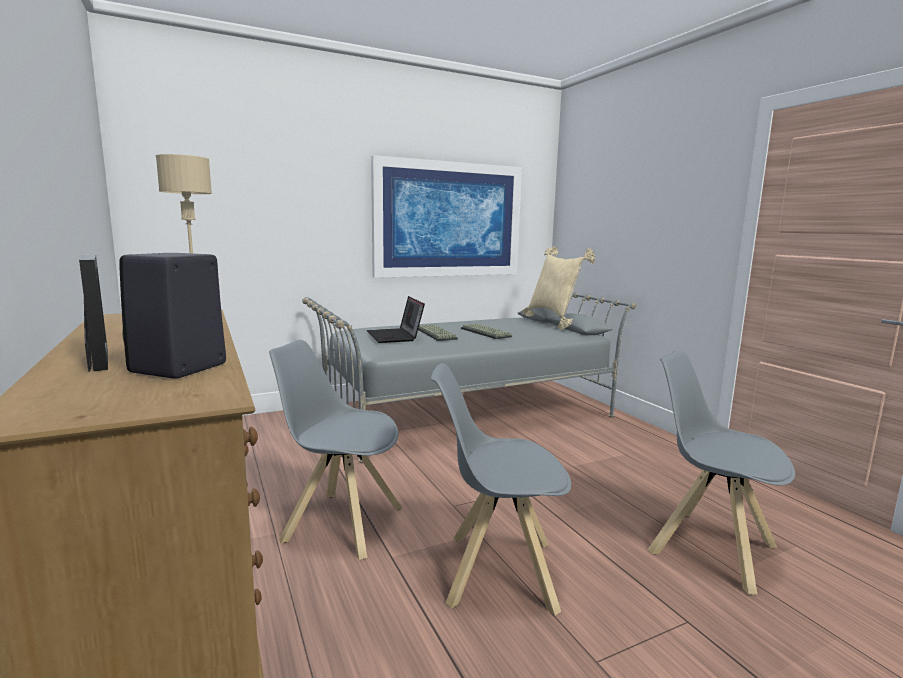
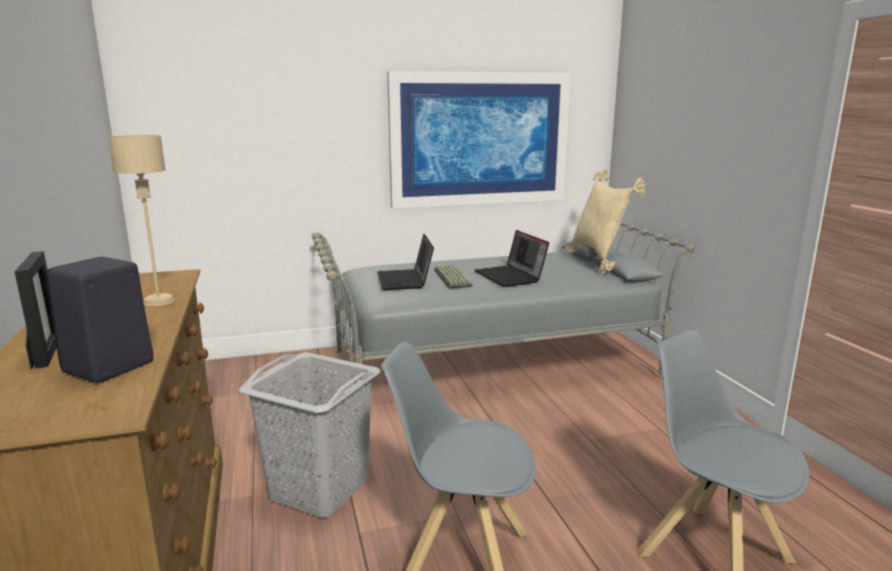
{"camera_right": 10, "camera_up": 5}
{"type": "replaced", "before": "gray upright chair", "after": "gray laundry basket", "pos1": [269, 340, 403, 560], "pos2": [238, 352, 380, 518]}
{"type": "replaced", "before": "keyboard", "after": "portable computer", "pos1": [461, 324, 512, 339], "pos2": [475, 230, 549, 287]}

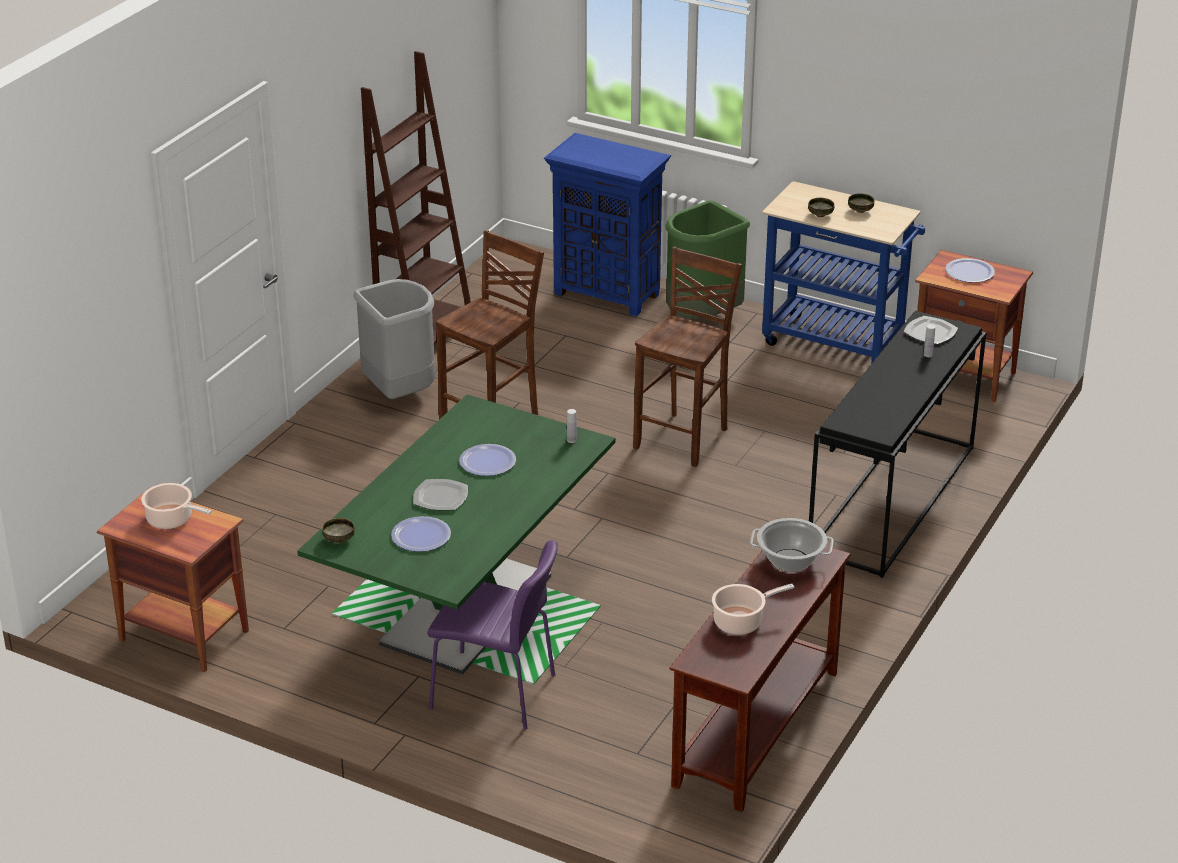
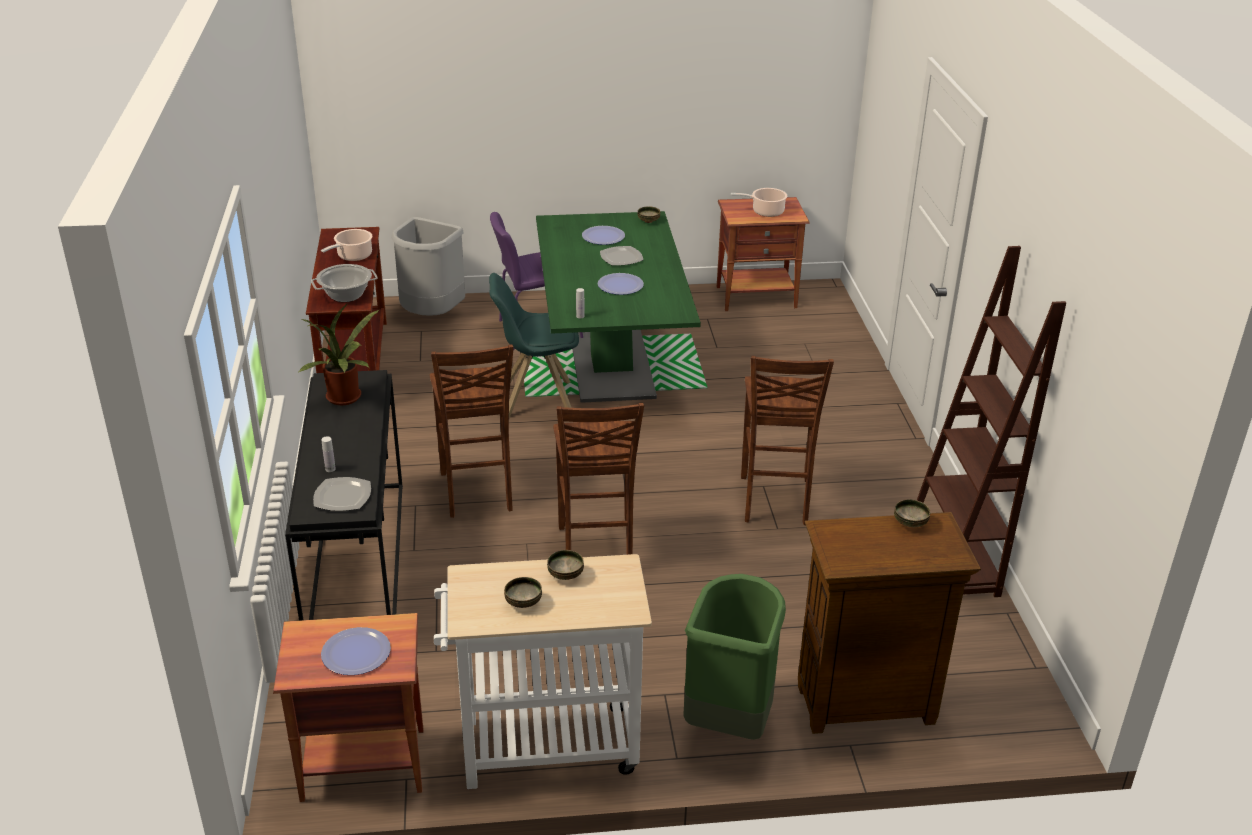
{"camera_right": 145, "camera_up": 0}
{"type": "added", "after": "plant in a pot", "pos2": [298, 303, 379, 405]}
{"type": "moved", "before": "gray trash can", "pos1": [354, 279, 435, 399], "pos2": [391, 217, 465, 315]}
{"type": "added", "after": "brown stool seat", "pos2": [430, 344, 514, 518]}
{"type": "recoloured", "before": "bluish wheeled cart", "after": "white wheeled cart", "pos1": [762, 181, 925, 364], "pos2": [434, 554, 652, 789]}
{"type": "added", "after": "turquoise upright chair", "pos2": [489, 273, 579, 417]}
{"type": "recoloured", "before": "bluish storage cabinet", "after": "brown storage cabinet", "pos1": [544, 133, 671, 316], "pos2": [798, 512, 981, 734]}
{"type": "added", "after": "bowl", "pos2": [894, 499, 930, 527]}

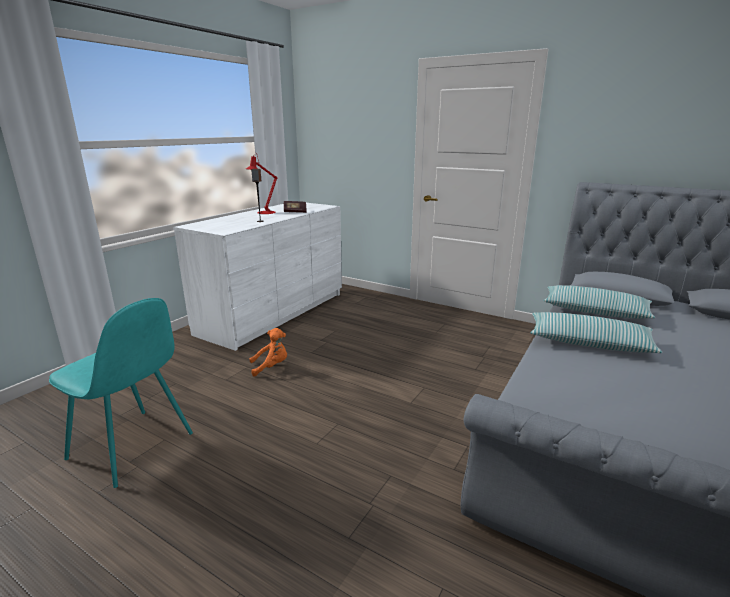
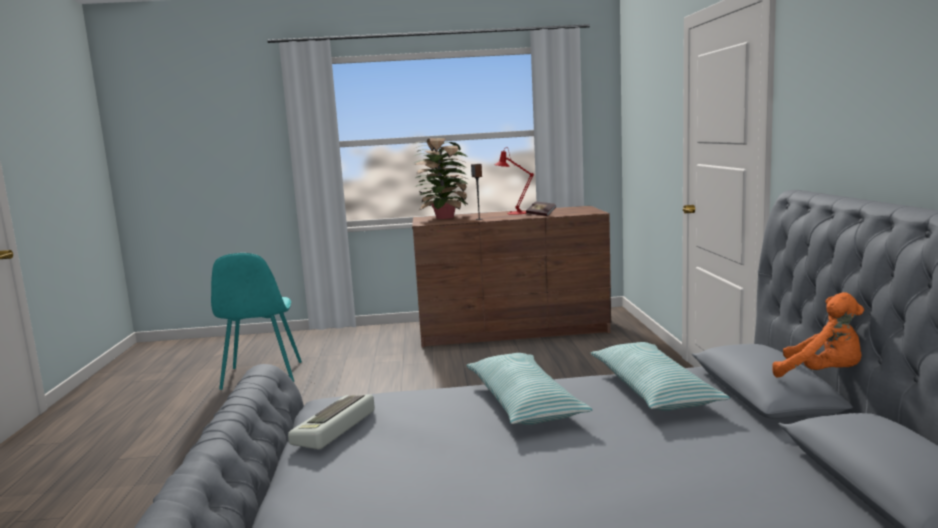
{"camera_right": 55, "camera_up": -10}
{"type": "added", "after": "keyboard", "pos2": [288, 394, 375, 450]}
{"type": "recoloured", "before": "white chest of drawers", "after": "brown chest of drawers", "pos1": [173, 203, 342, 351], "pos2": [412, 206, 611, 347]}
{"type": "added", "after": "plant in a pot", "pos2": [414, 138, 469, 219]}
{"type": "moved", "before": "orangey cuddly toy", "pos1": [249, 328, 287, 376], "pos2": [772, 292, 864, 377]}

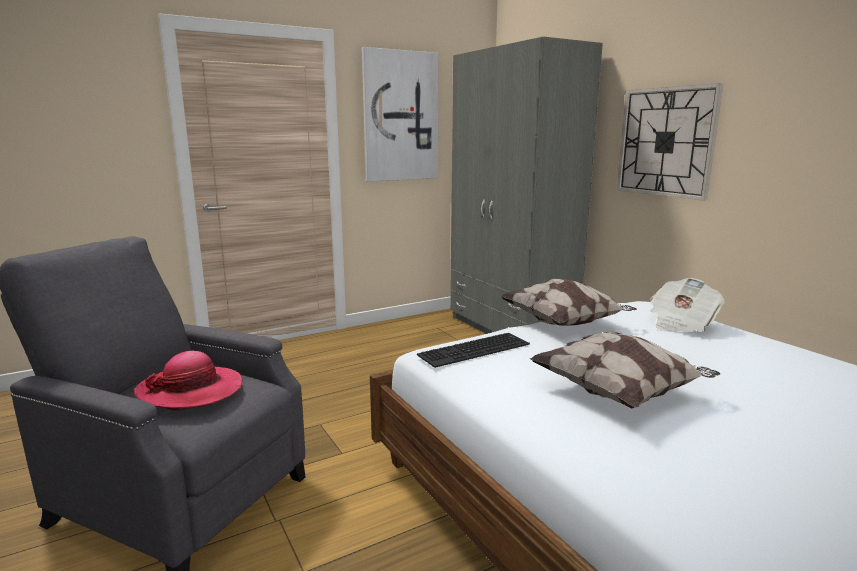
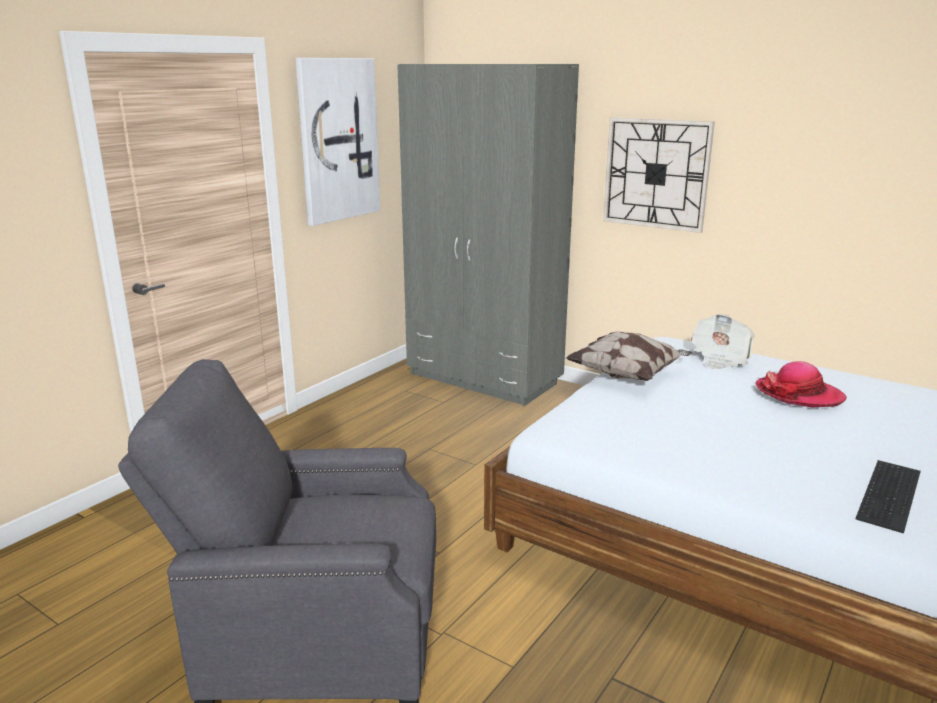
{"camera_right": -25, "camera_up": 5}
{"type": "moved", "before": "clothing hat", "pos1": [133, 351, 242, 411], "pos2": [756, 361, 847, 408]}
{"type": "moved", "before": "keyboard", "pos1": [417, 333, 530, 368], "pos2": [856, 460, 921, 534]}
{"type": "removed", "before": "cushion", "pos1": [530, 331, 720, 409]}

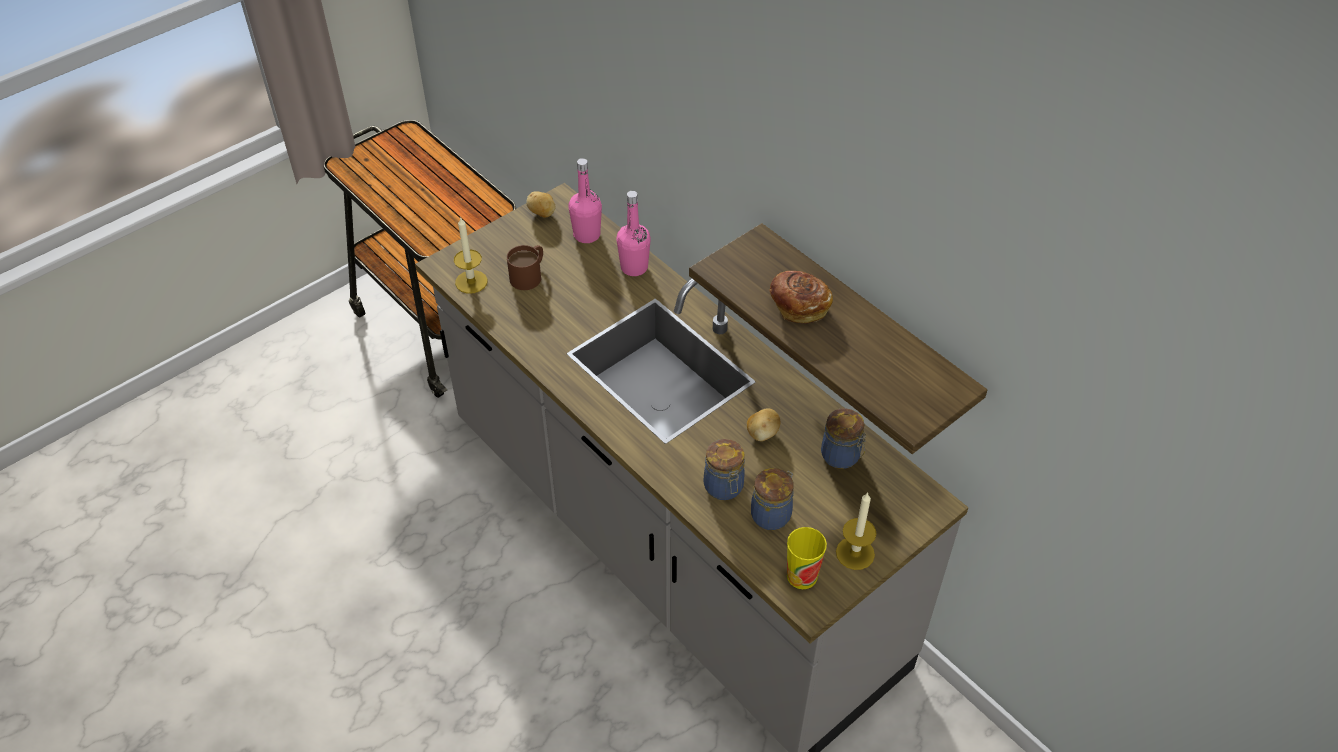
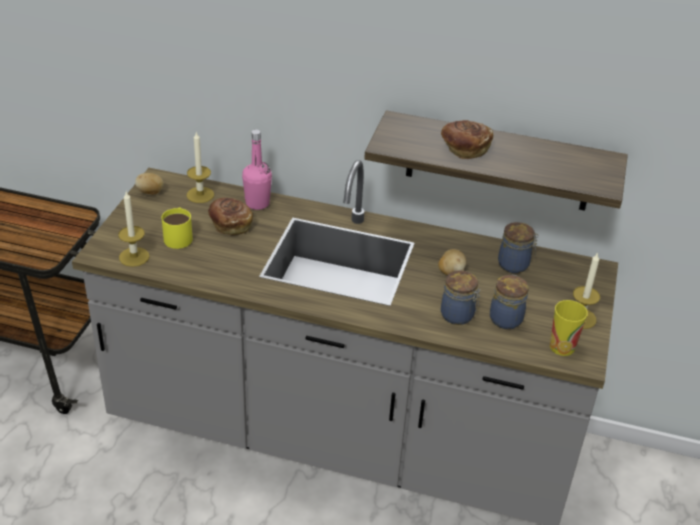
{"camera_right": -35, "camera_up": -10}
{"type": "recoloured", "before": "brown coffee mug", "after": "yellow coffee mug", "pos1": [507, 245, 543, 290], "pos2": [161, 207, 193, 249]}
{"type": "replaced", "before": "pink-coloured drink bottle", "after": "wax light", "pos1": [569, 158, 602, 243], "pos2": [187, 132, 214, 203]}
{"type": "added", "after": "baked bread", "pos2": [208, 198, 253, 235]}

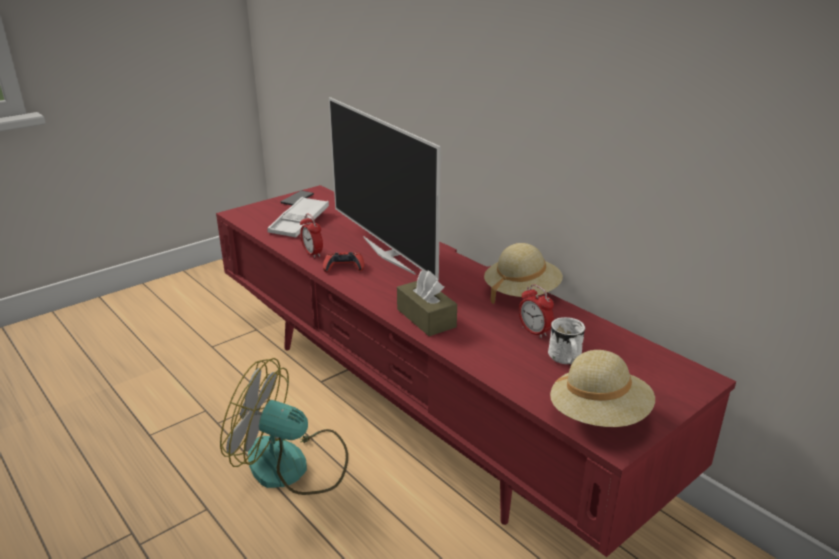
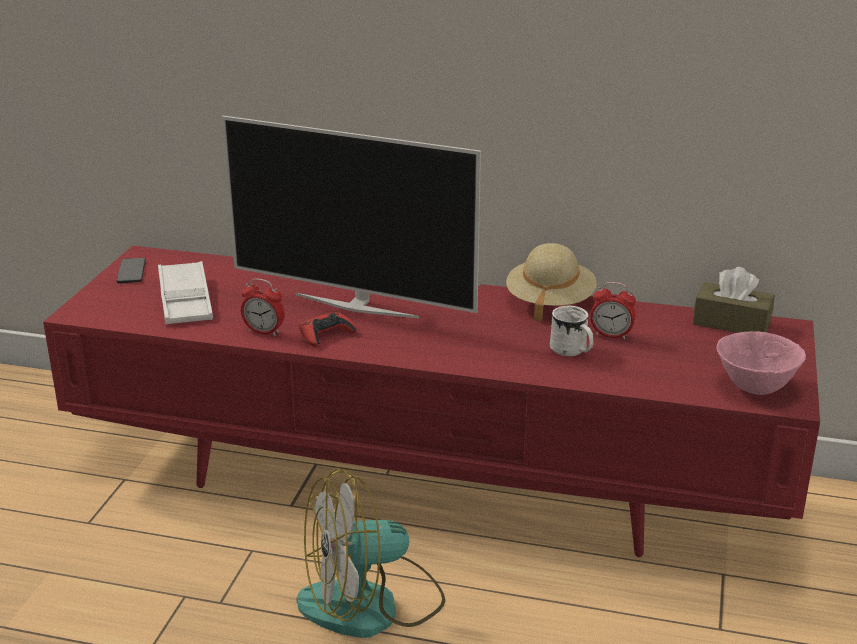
{"camera_right": -35, "camera_up": 0}
{"type": "moved", "before": "white coffee mug", "pos1": [548, 317, 585, 364], "pos2": [550, 306, 593, 356]}
{"type": "moved", "before": "brown box of tissues", "pos1": [397, 271, 457, 336], "pos2": [693, 267, 775, 333]}
{"type": "replaced", "before": "beige-coloured clothing hat", "after": "pink-coloured bowl", "pos1": [550, 350, 655, 427], "pos2": [717, 331, 806, 395]}

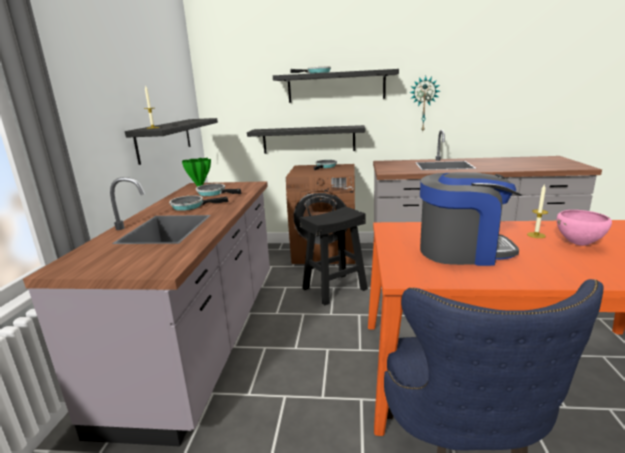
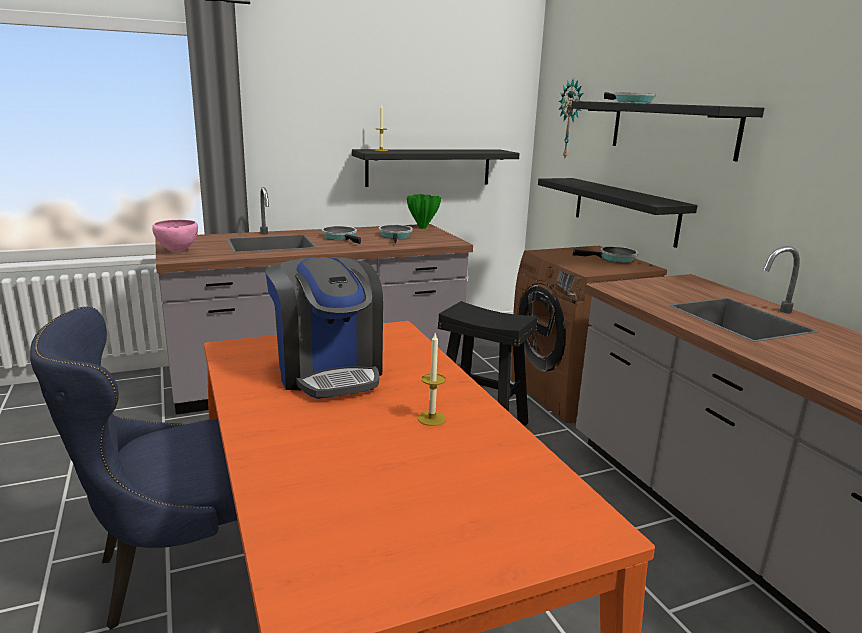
{"camera_right": 60, "camera_up": 0}
{"type": "moved", "before": "pink-coloured bowl", "pos1": [557, 210, 612, 246], "pos2": [152, 220, 198, 252]}
{"type": "moved", "before": "wall clock", "pos1": [409, 76, 440, 131], "pos2": [559, 80, 583, 160]}

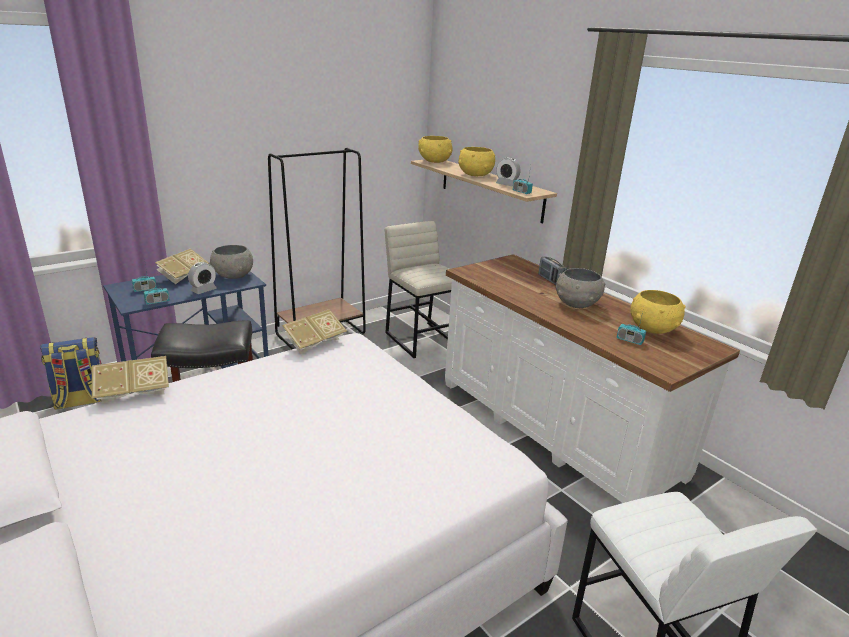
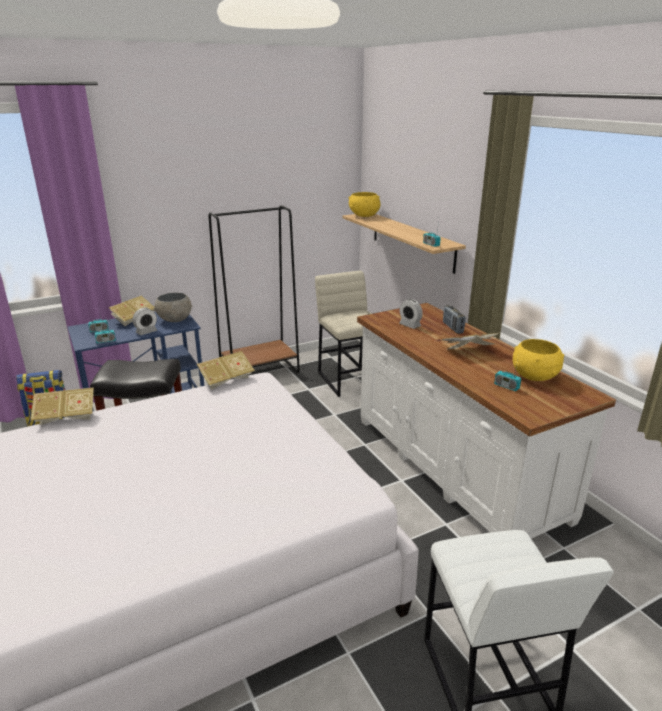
{"camera_right": 10, "camera_up": 0}
{"type": "moved", "before": "bedside clock", "pos1": [496, 157, 520, 186], "pos2": [399, 299, 423, 329]}
{"type": "replaced", "before": "gray bowl", "after": "volume", "pos1": [556, 268, 605, 308], "pos2": [441, 333, 499, 349]}
{"type": "removed", "before": "yellow bowl", "pos1": [458, 147, 495, 176]}

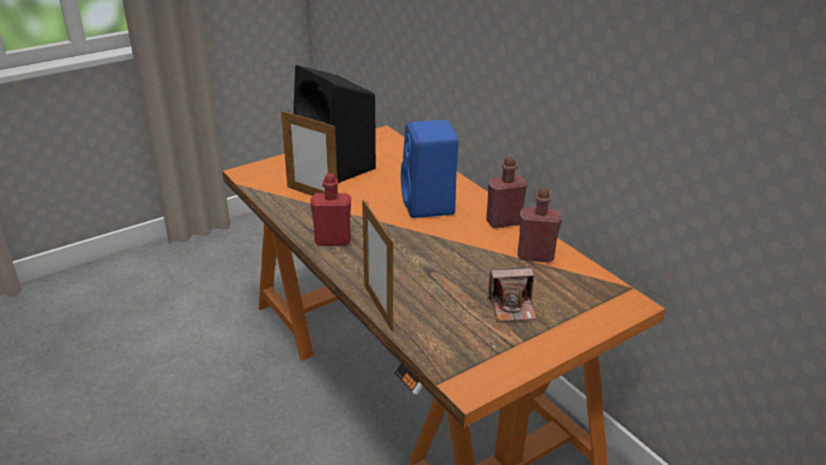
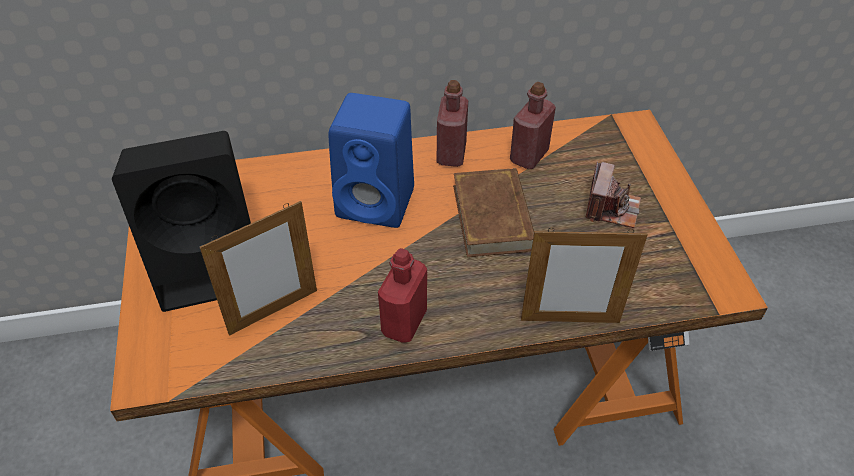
{"camera_right": -65, "camera_up": 15}
{"type": "added", "after": "brown volume", "pos2": [453, 168, 534, 257]}

